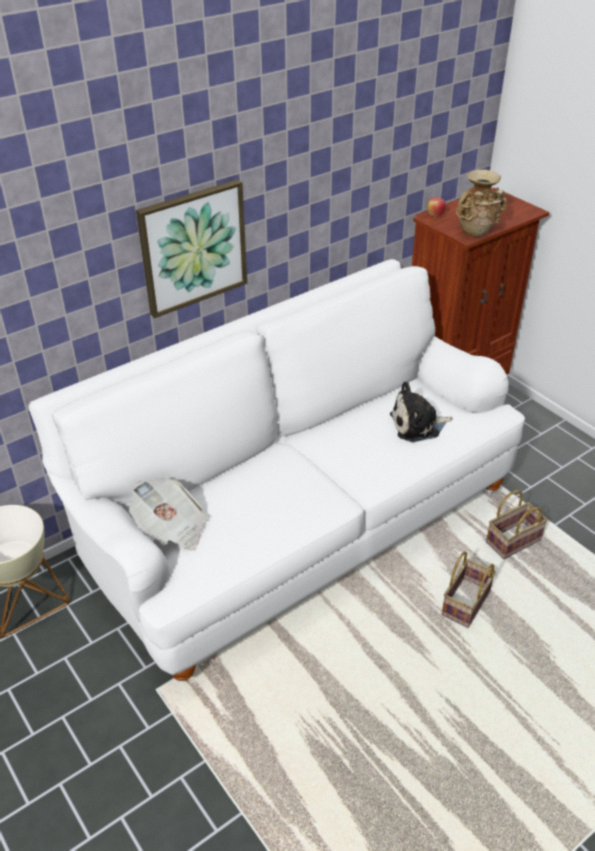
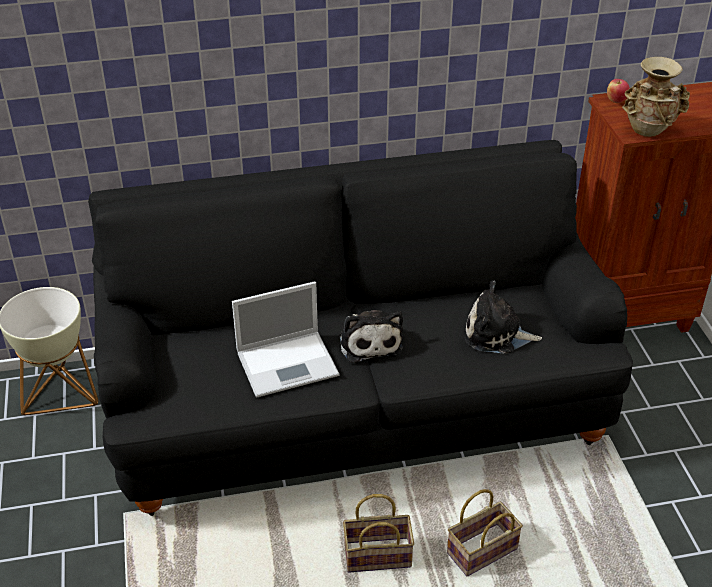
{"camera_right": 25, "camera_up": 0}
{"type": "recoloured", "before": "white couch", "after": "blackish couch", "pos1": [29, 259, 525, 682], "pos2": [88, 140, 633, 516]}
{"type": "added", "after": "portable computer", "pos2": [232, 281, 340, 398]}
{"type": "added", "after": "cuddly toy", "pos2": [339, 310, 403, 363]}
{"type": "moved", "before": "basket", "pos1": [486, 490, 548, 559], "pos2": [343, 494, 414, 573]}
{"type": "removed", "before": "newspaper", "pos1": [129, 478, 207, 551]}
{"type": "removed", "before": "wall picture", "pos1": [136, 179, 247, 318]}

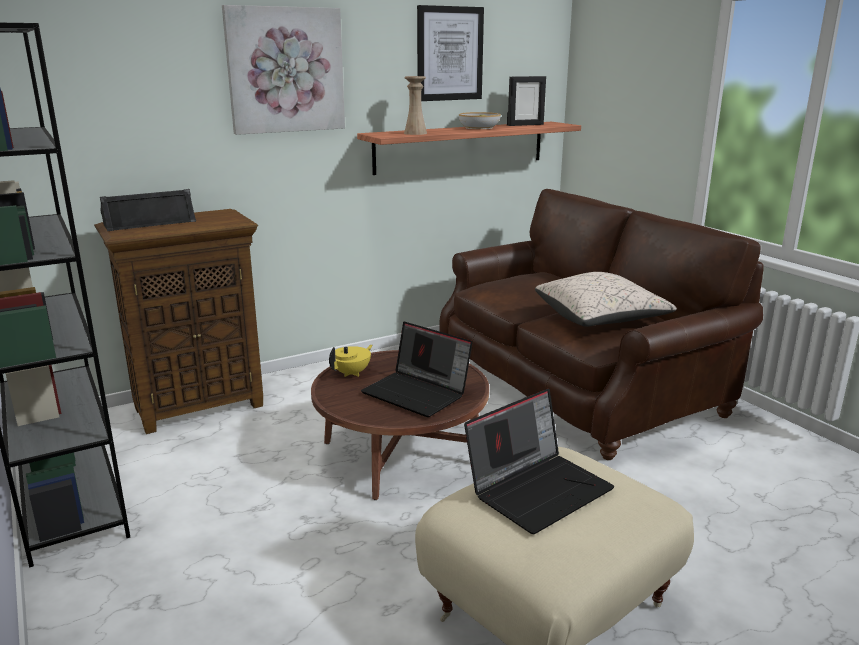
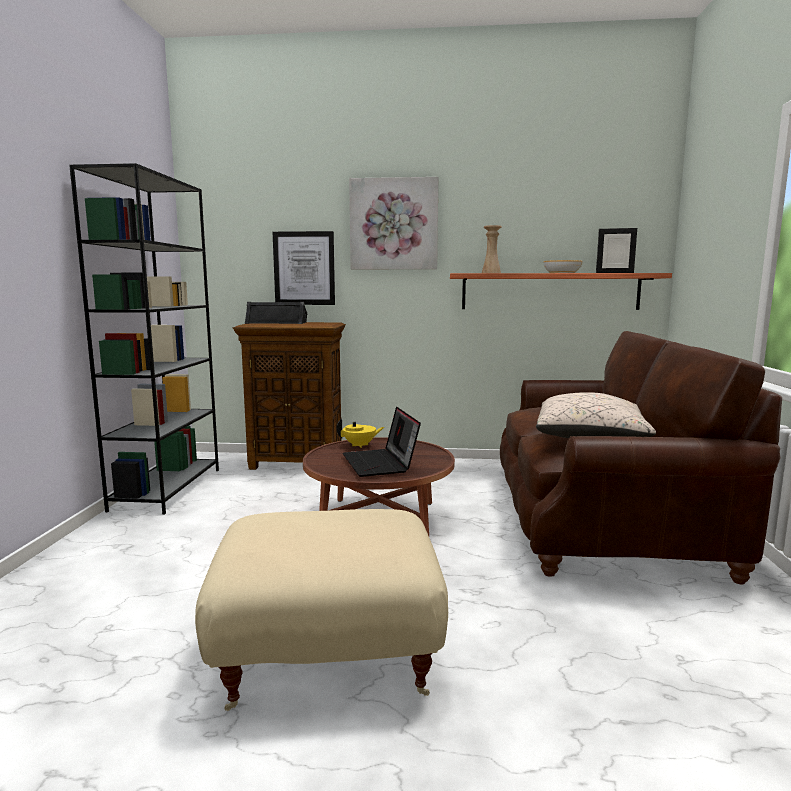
{"camera_right": 35, "camera_up": -10}
{"type": "moved", "before": "wall picture", "pos1": [417, 5, 484, 101], "pos2": [273, 231, 335, 305]}
{"type": "removed", "before": "portable computer", "pos1": [464, 389, 614, 534]}

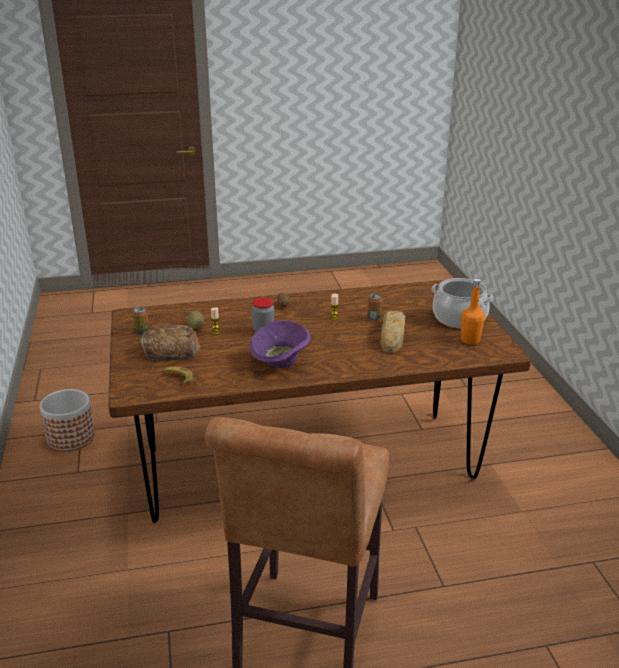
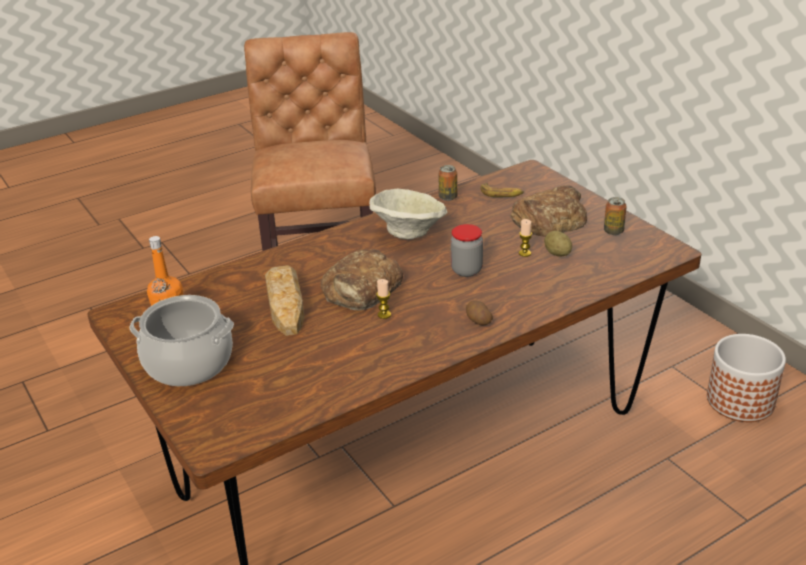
{"camera_right": 160, "camera_up": 5}
{"type": "added", "after": "baked bread", "pos2": [321, 249, 403, 310]}
{"type": "recoloured", "before": "purplish bowl", "after": "beige-coloured bowl", "pos1": [249, 320, 311, 368], "pos2": [369, 189, 448, 239]}
{"type": "moved", "before": "can", "pos1": [367, 294, 383, 321], "pos2": [438, 165, 457, 201]}

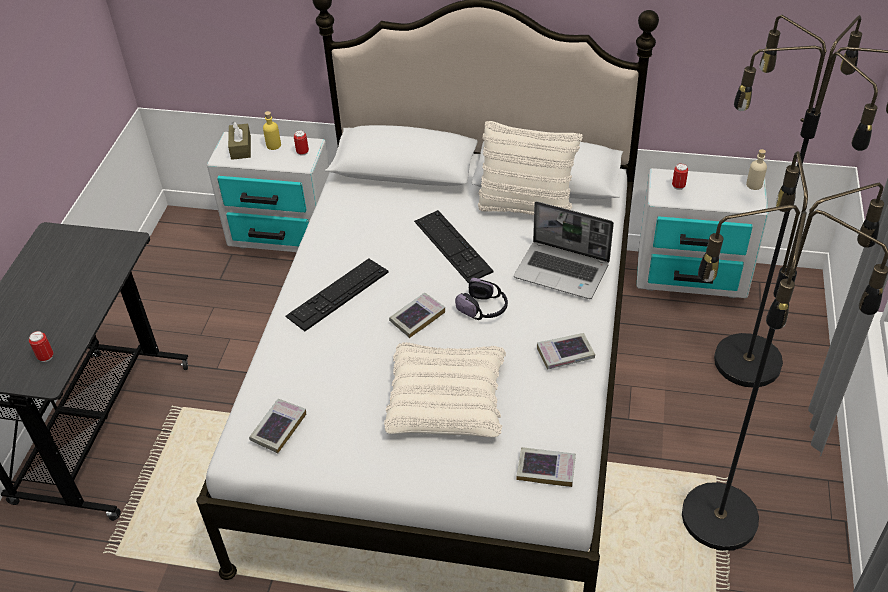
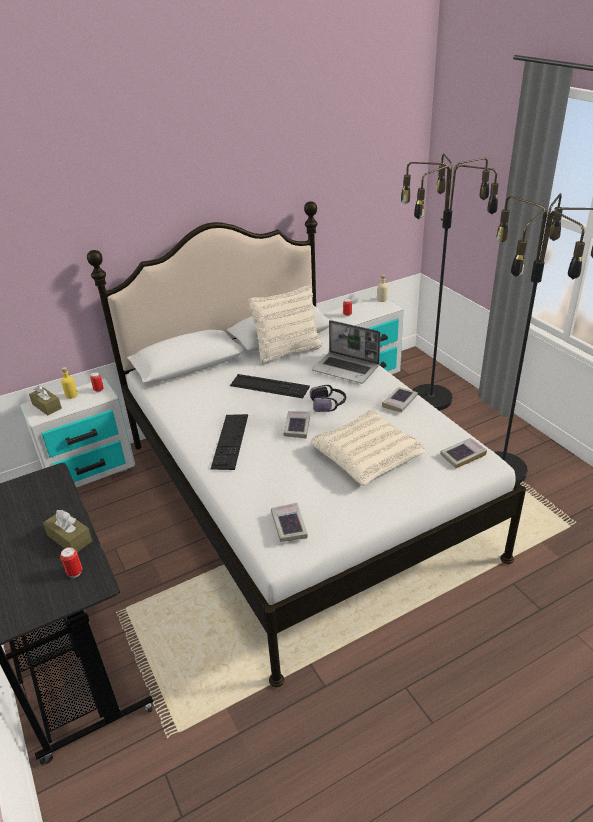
{"camera_right": -40, "camera_up": -10}
{"type": "added", "after": "brown box of tissues", "pos2": [43, 510, 92, 552]}
{"type": "turned", "before": "portable computer", "pos1": [514, 201, 614, 299], "pos2": [312, 320, 380, 384], "turn": 45}

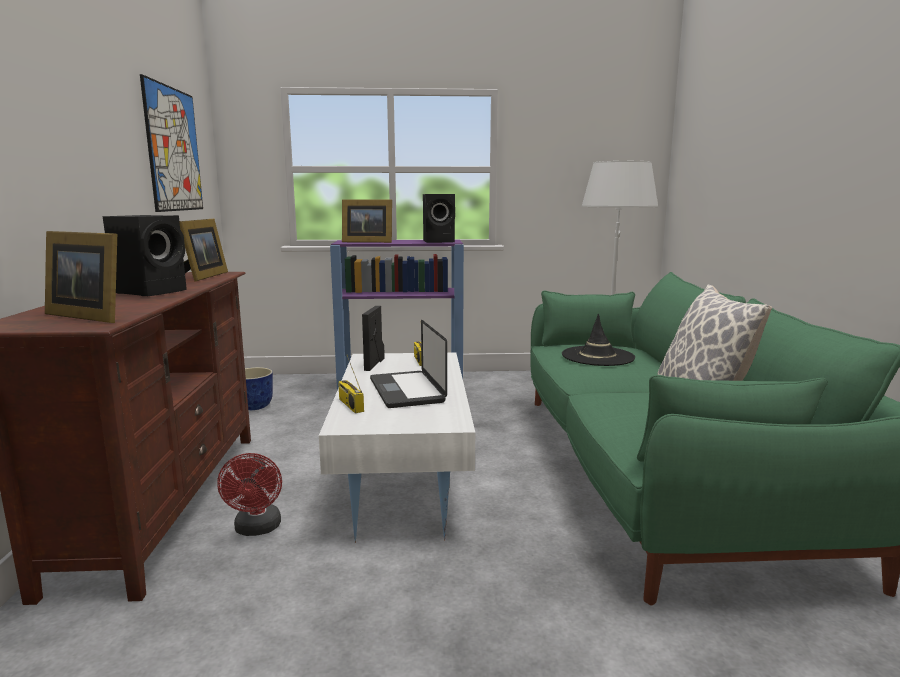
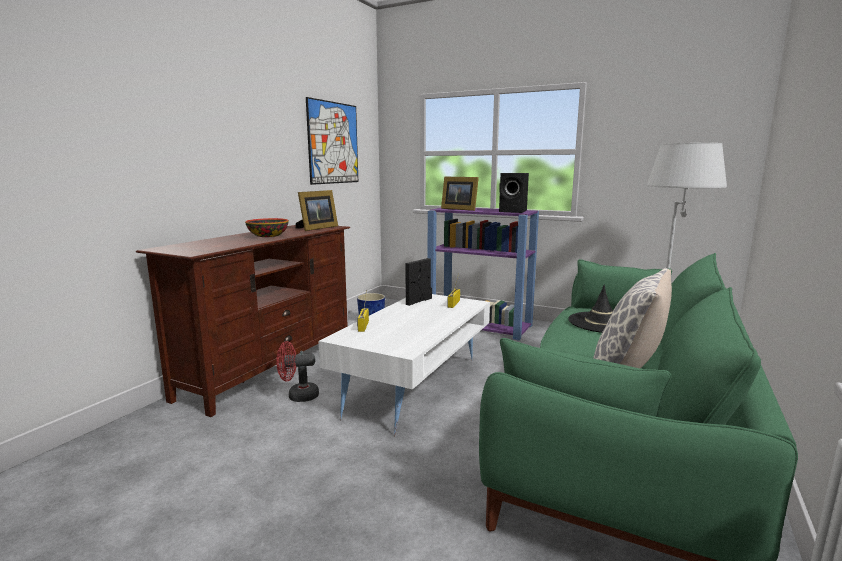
{"camera_right": 30, "camera_up": 0}
{"type": "replaced", "before": "blackish audio speaker", "after": "bowl", "pos1": [103, 215, 187, 296], "pos2": [245, 218, 289, 237]}
{"type": "turned", "before": "red fan", "pos1": [217, 453, 282, 536], "pos2": [276, 341, 319, 402], "turn": 60}
{"type": "removed", "before": "picture frame", "pos1": [45, 231, 117, 323]}
{"type": "removed", "before": "portable computer", "pos1": [370, 320, 447, 408]}

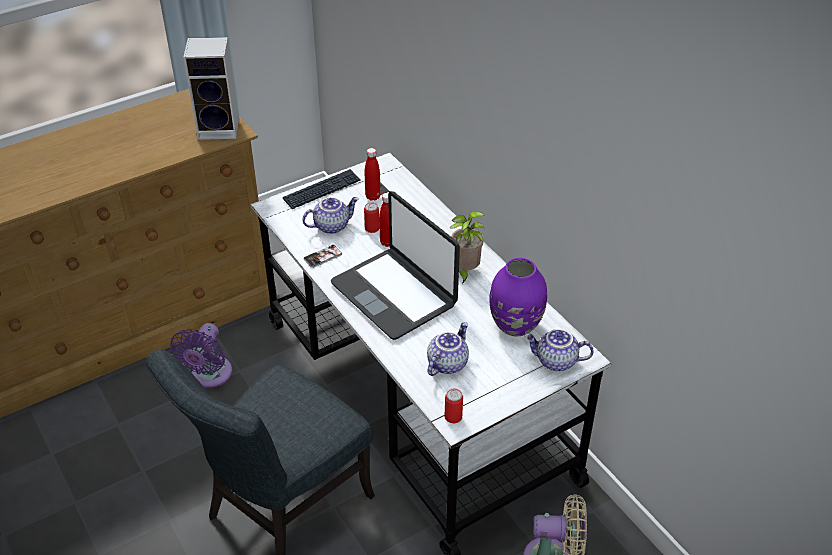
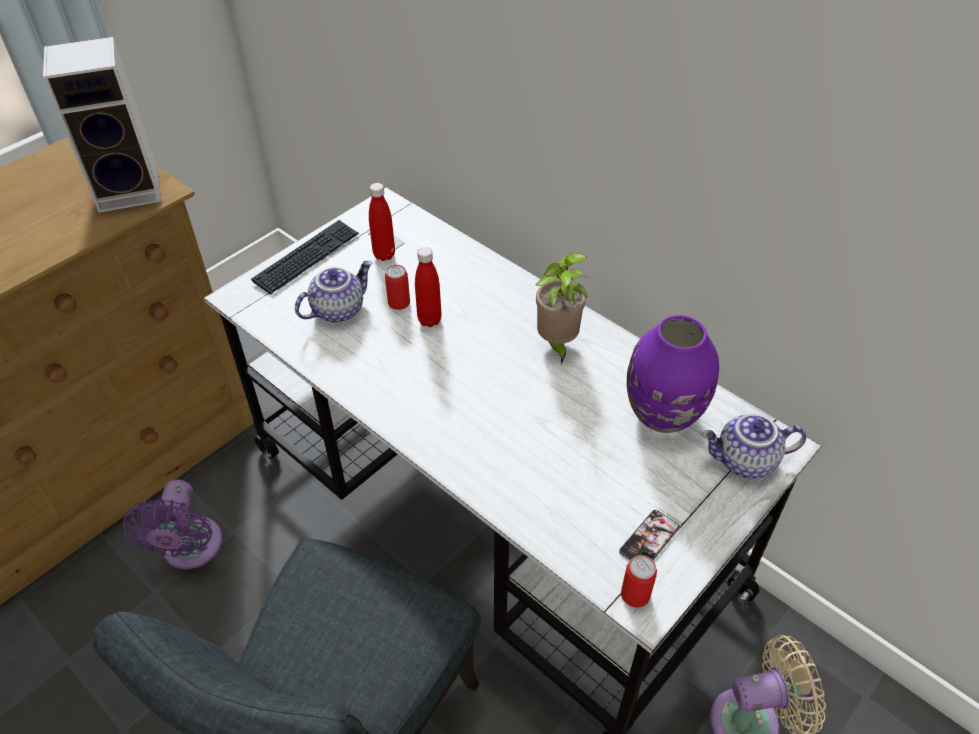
{"camera_right": -15, "camera_up": 5}
{"type": "moved", "before": "handset", "pos1": [303, 244, 342, 268], "pos2": [619, 510, 680, 561]}
{"type": "removed", "before": "portable computer", "pos1": [331, 191, 460, 340]}
{"type": "removed", "before": "tea pot", "pos1": [427, 322, 469, 376]}

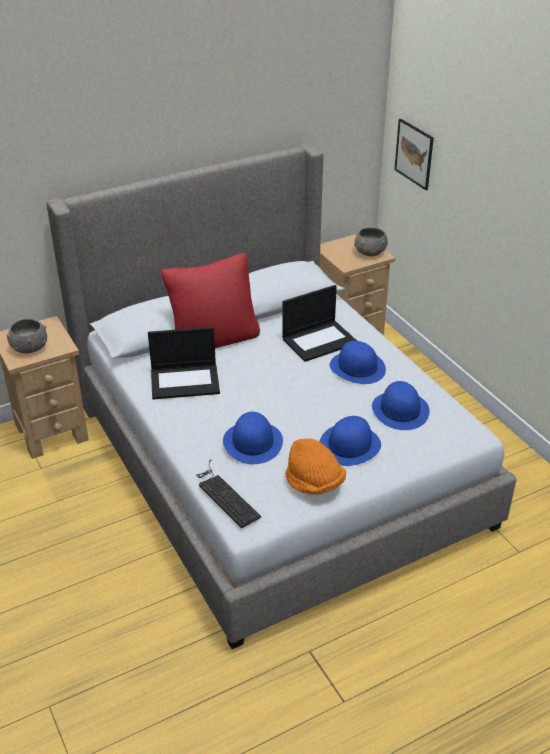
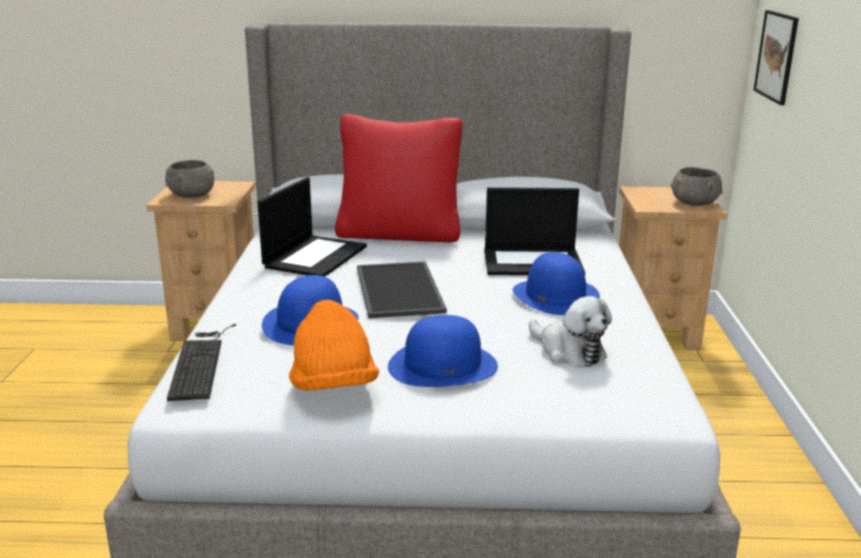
{"camera_right": 30, "camera_up": -15}
{"type": "turned", "before": "portable computer", "pos1": [148, 327, 220, 399], "pos2": [258, 177, 367, 277], "turn": -90}
{"type": "added", "after": "carrying tray", "pos2": [357, 261, 447, 318]}
{"type": "replaced", "before": "bluish clothing hat", "after": "cuddly toy", "pos1": [372, 381, 429, 430], "pos2": [529, 296, 612, 367]}

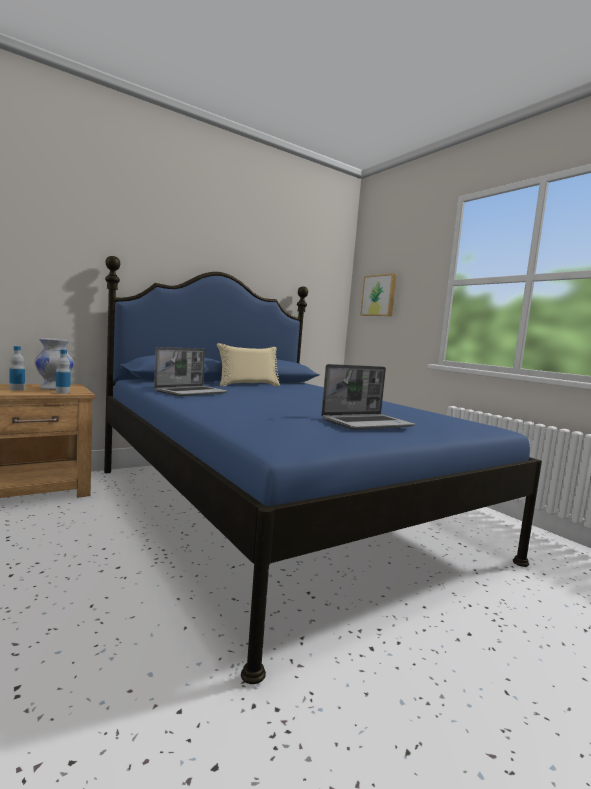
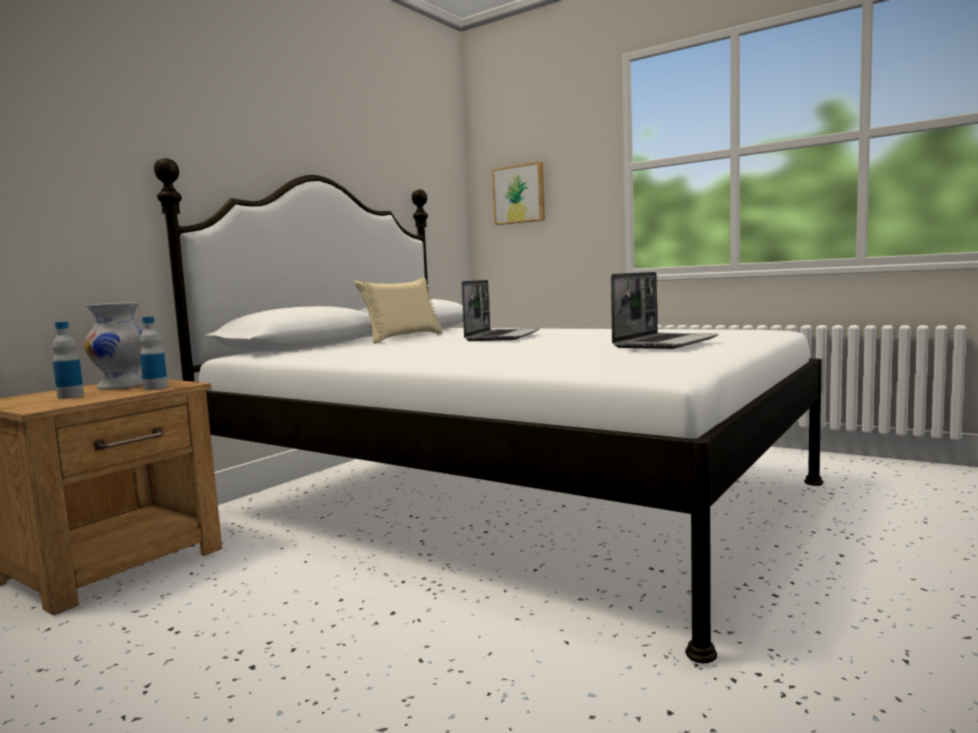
{"camera_right": -20, "camera_up": 0}
{"type": "recoloured", "before": "bluish bedroom bed", "after": "white bedroom bed", "pos1": [104, 256, 542, 684], "pos2": [154, 158, 823, 663]}
{"type": "moved", "before": "portable computer", "pos1": [154, 347, 228, 396], "pos2": [462, 280, 540, 341]}

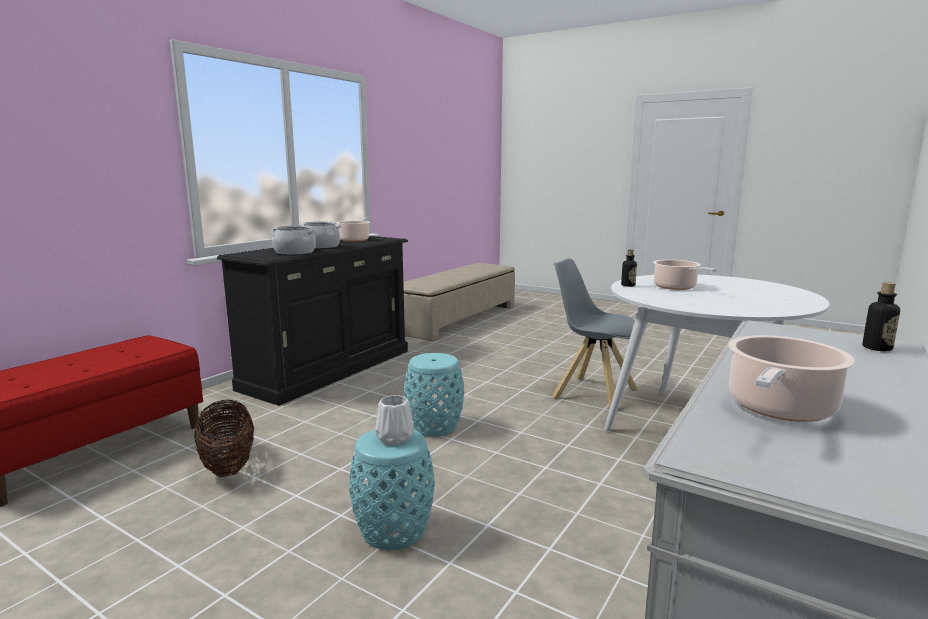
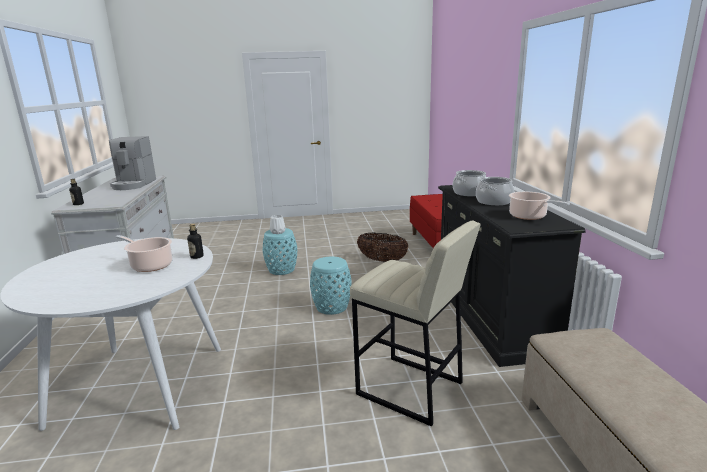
{"camera_right": 140, "camera_up": 5}
{"type": "replaced", "before": "cooking pot", "after": "coffee machine", "pos1": [728, 335, 855, 422], "pos2": [109, 136, 156, 190]}
{"type": "added", "after": "beige-coloured stool seat", "pos2": [350, 220, 481, 426]}
{"type": "removed", "before": "gray upright chair", "pos1": [552, 258, 638, 412]}

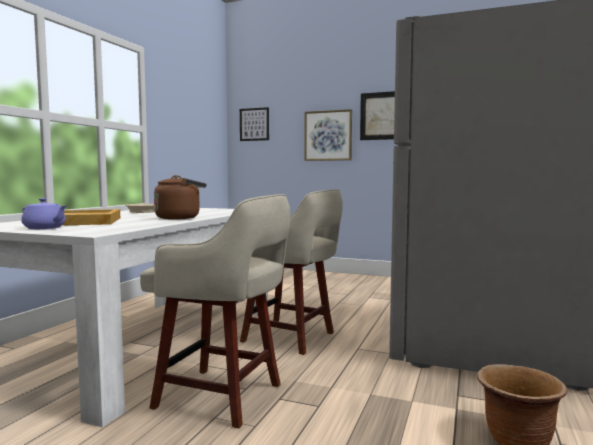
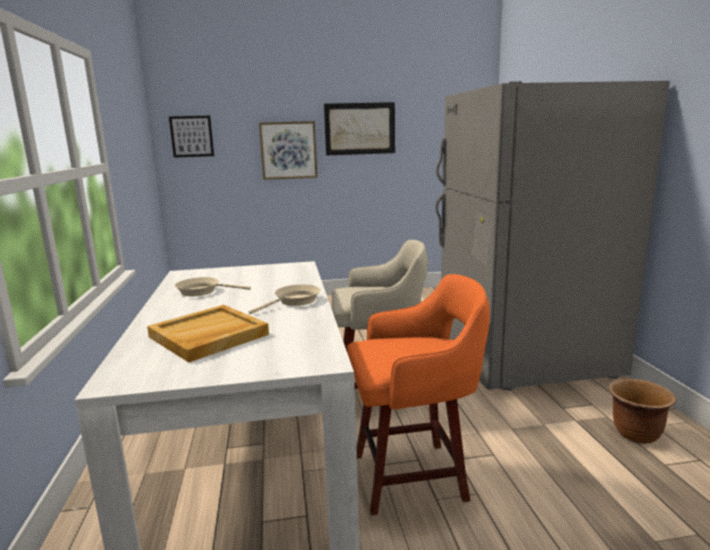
{"camera_right": -30, "camera_up": 10}
{"type": "replaced", "before": "brown water kettle", "after": "beige-coloured frying pan", "pos1": [154, 175, 206, 220], "pos2": [249, 284, 321, 314]}
{"type": "recoloured", "before": "beige-coloured stool seat", "after": "orangey stool seat", "pos1": [140, 194, 290, 428], "pos2": [347, 274, 490, 515]}
{"type": "removed", "before": "purplish tea pot", "pos1": [21, 198, 67, 229]}

